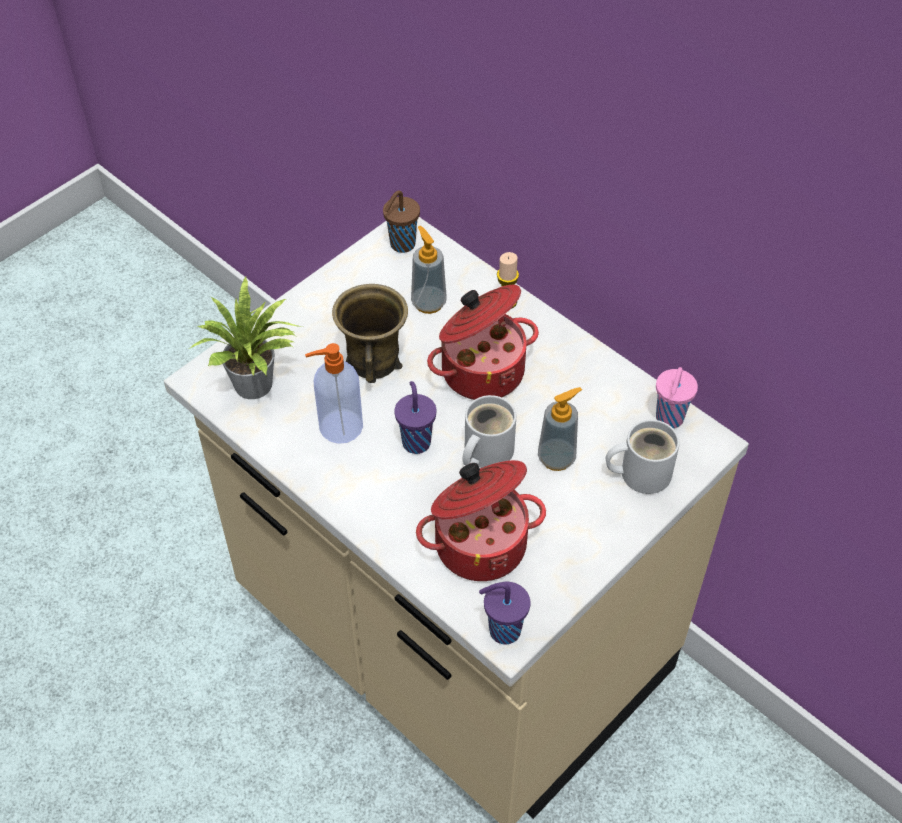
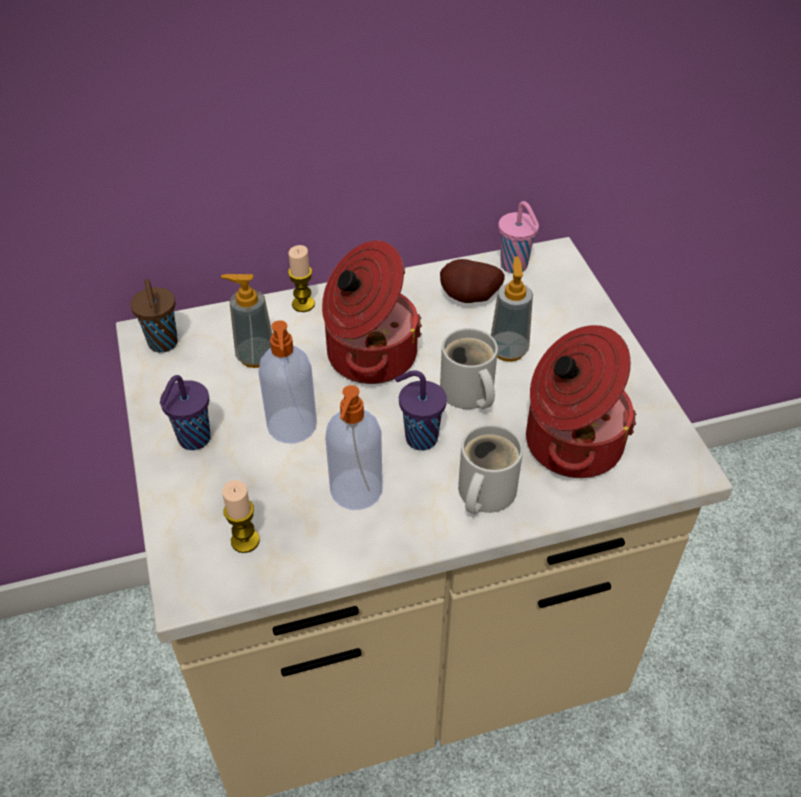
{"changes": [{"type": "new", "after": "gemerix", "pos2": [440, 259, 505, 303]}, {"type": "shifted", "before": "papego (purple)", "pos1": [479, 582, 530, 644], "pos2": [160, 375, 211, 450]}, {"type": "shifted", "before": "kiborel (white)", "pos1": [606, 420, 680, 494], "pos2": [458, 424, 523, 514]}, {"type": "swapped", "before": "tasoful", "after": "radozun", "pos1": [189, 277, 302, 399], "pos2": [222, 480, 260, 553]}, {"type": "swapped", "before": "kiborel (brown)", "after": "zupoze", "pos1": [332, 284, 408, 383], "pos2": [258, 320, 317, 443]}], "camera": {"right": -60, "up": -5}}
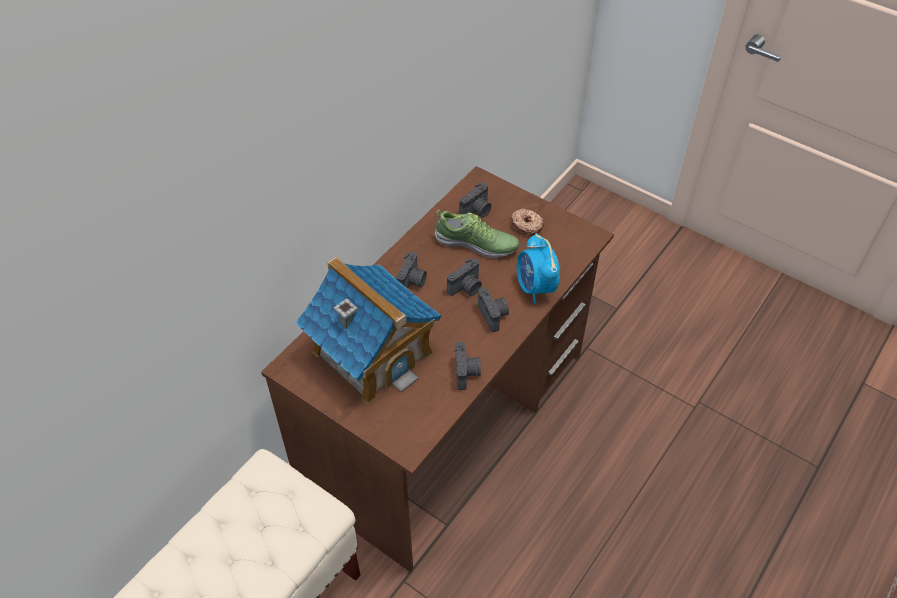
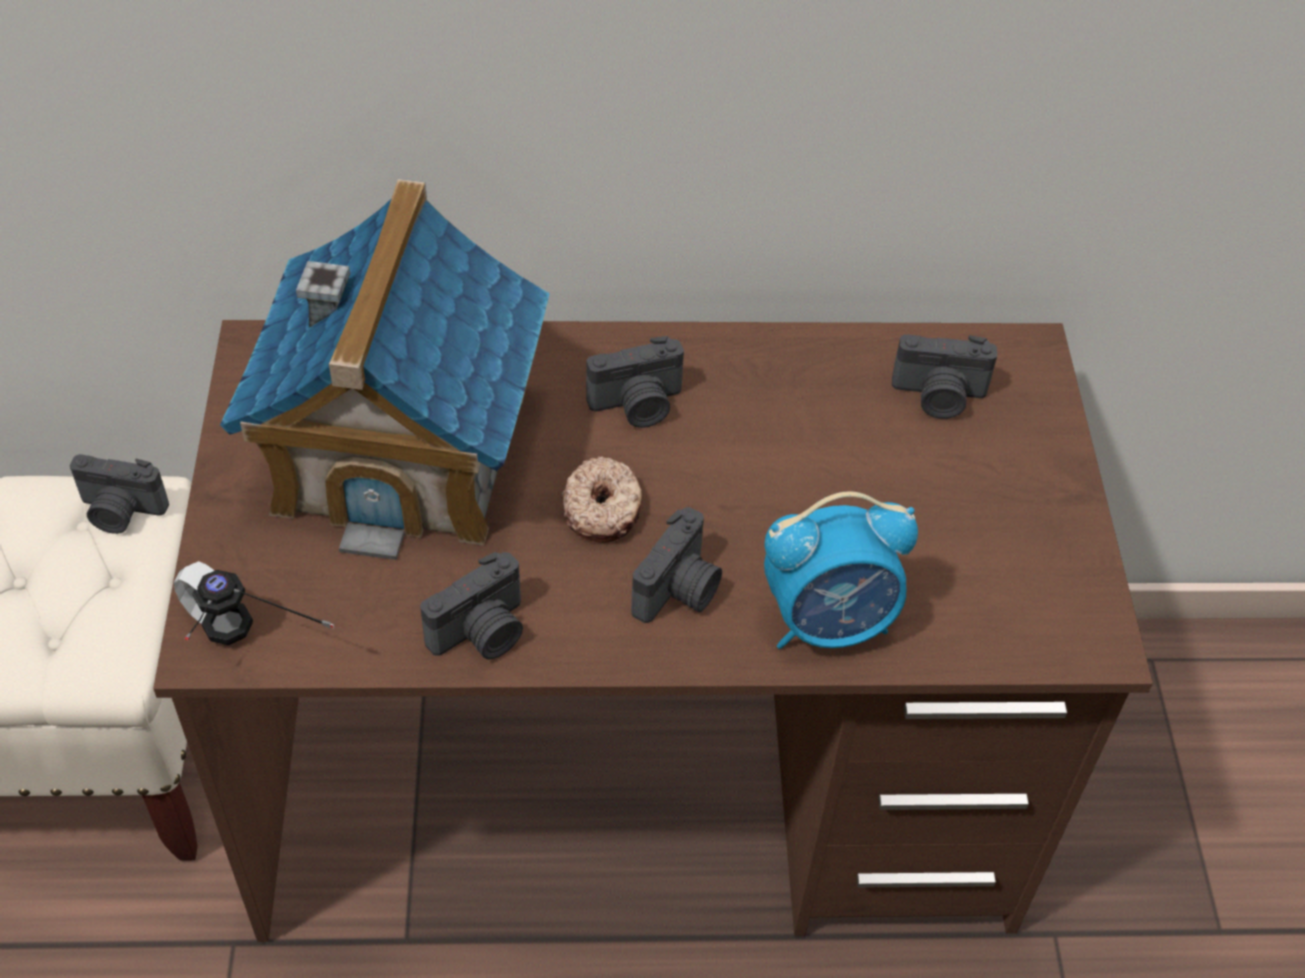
{"changes": [{"type": "gone", "before": "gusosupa", "pos1": [435, 210, 520, 258]}, {"type": "new", "after": "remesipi", "pos2": [174, 561, 335, 645]}, {"type": "shifted", "before": "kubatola", "pos1": [447, 258, 482, 296], "pos2": [69, 454, 169, 534]}, {"type": "shifted", "before": "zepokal", "pos1": [511, 209, 544, 236], "pos2": [561, 456, 642, 543]}, {"type": "rotated", "before": "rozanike", "pos1": [517, 233, 560, 304], "pos2": [764, 492, 918, 649], "turn": -135}], "camera": {"right": 50, "up": 0}}
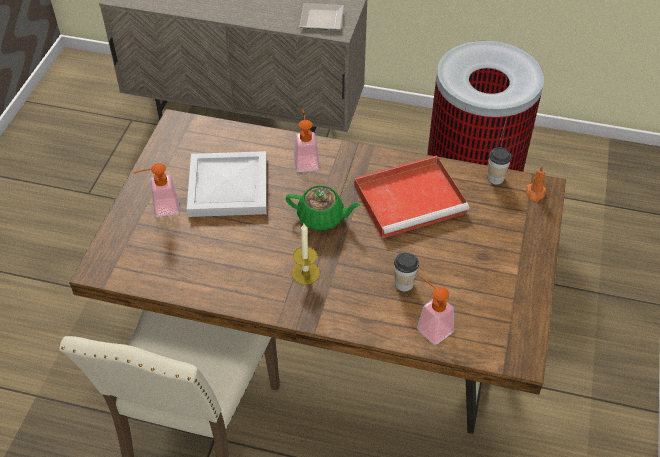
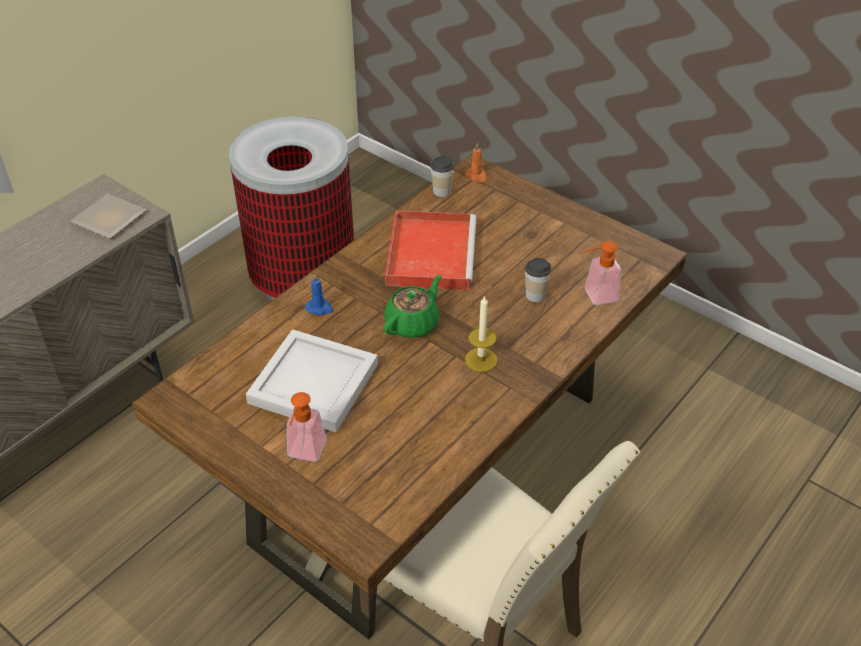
{"changes": [{"type": "swapped", "before": "zupoze", "after": "radozun (blue)", "pos1": [294, 109, 320, 172], "pos2": [305, 274, 333, 315]}], "camera": {"right": -65, "up": -5}}
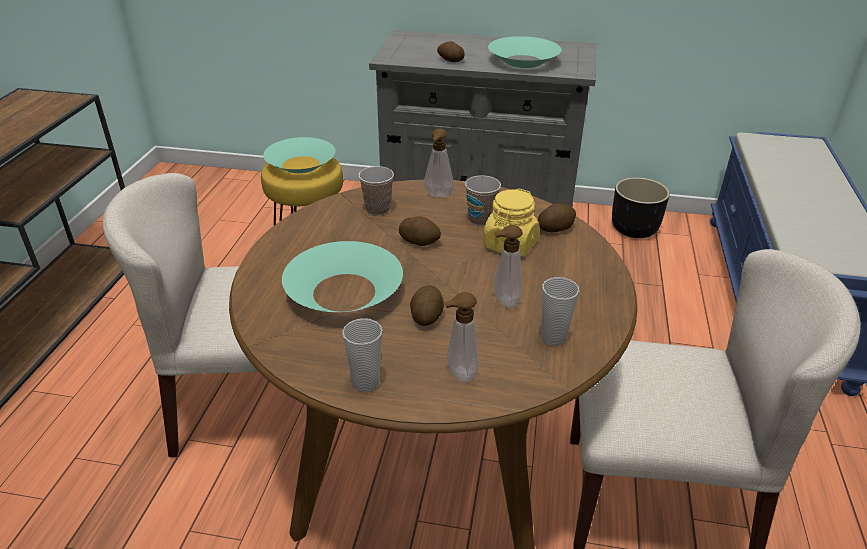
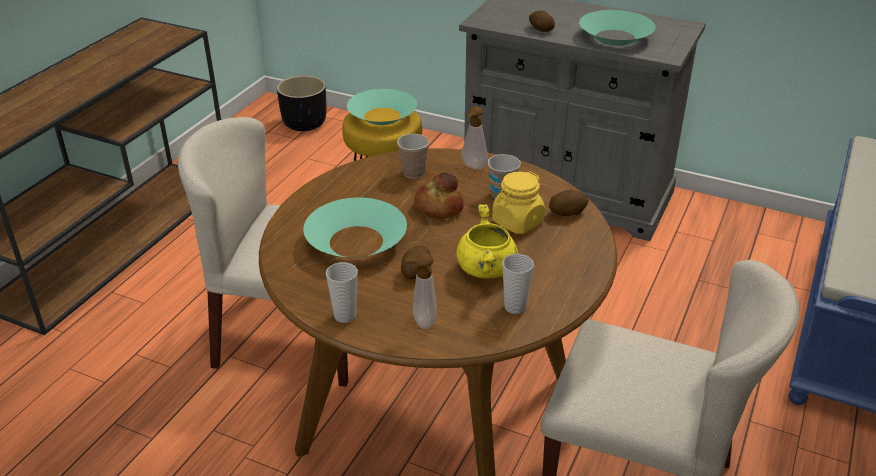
{"changes": [{"type": "shifted", "before": "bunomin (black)", "pos1": [612, 177, 670, 238], "pos2": [277, 76, 326, 131]}, {"type": "swapped", "before": "gemerix", "after": "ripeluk", "pos1": [399, 216, 441, 246], "pos2": [414, 173, 464, 218]}, {"type": "swapped", "before": "zupoze", "after": "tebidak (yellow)", "pos1": [494, 225, 523, 307], "pos2": [456, 204, 518, 278]}], "camera": {"right": 15, "up": 0}}
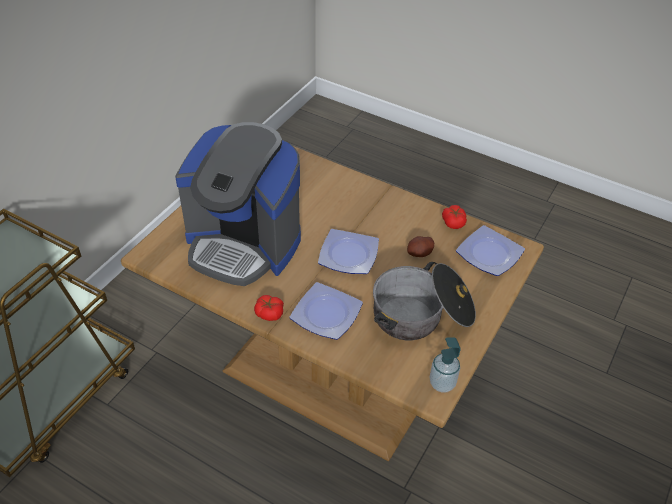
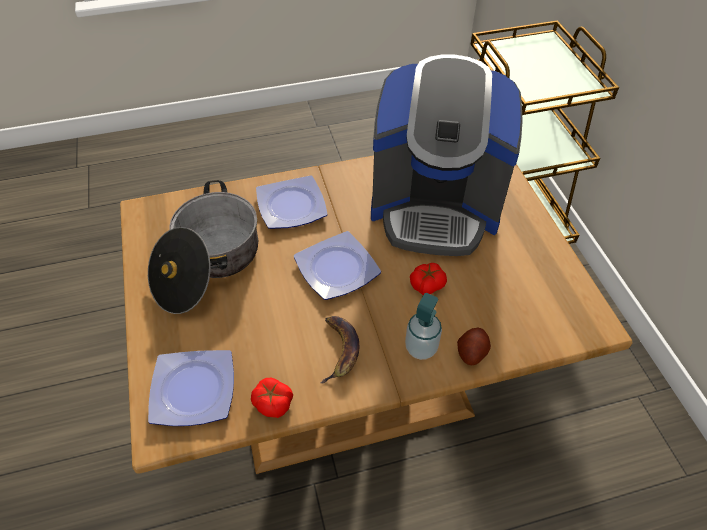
{"changes": [{"type": "new", "after": "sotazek", "pos2": [321, 316, 360, 383]}, {"type": "shifted", "before": "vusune", "pos1": [254, 295, 284, 321], "pos2": [410, 263, 447, 295]}, {"type": "shifted", "before": "gemerix", "pos1": [407, 236, 434, 257], "pos2": [457, 328, 491, 365]}, {"type": "shifted", "before": "zupoze", "pos1": [430, 337, 461, 393], "pos2": [405, 293, 442, 360]}, {"type": "rotated", "before": "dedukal", "pos1": [175, 122, 301, 286], "pos2": [371, 55, 523, 256], "turn": -150}], "camera": {"right": 135, "up": 5}}
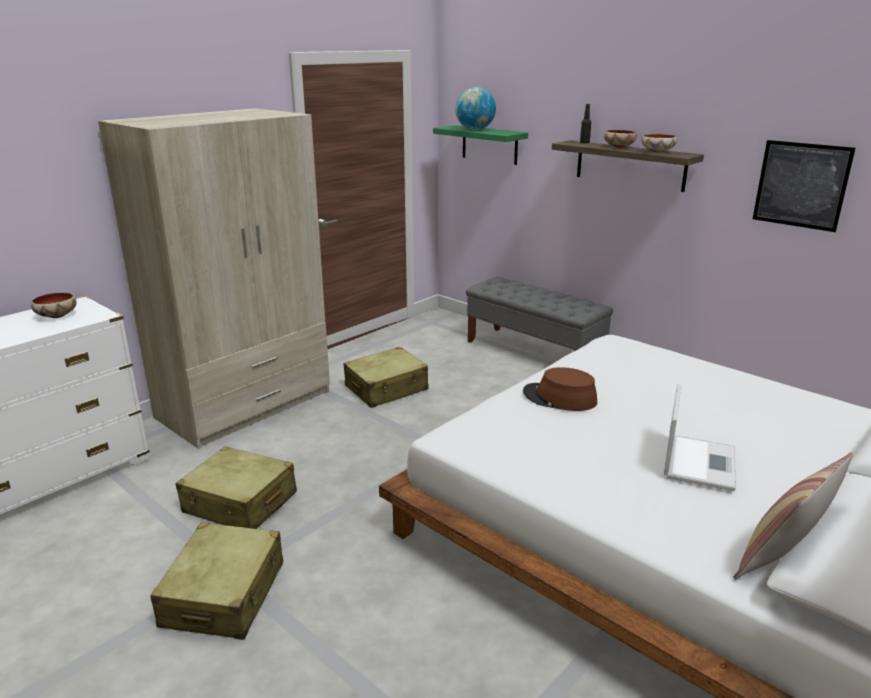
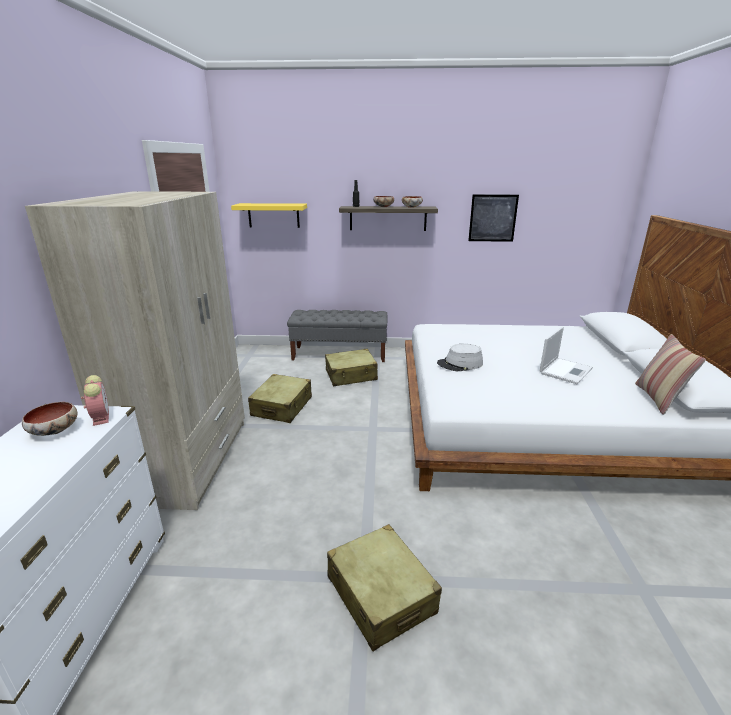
{"changes": [{"type": "gone", "before": "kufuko", "pos1": [455, 87, 496, 130]}, {"type": "new", "after": "rozanike", "pos2": [81, 375, 109, 426]}, {"type": "shifted", "before": "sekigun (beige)", "pos1": [176, 446, 297, 529], "pos2": [325, 349, 378, 386]}, {"type": "repainted", "before": "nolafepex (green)", "after": "nolafepex (yellow)", "pos1": [433, 125, 528, 165], "pos2": [231, 203, 307, 228]}, {"type": "repainted", "before": "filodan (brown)", "after": "filodan (grey)", "pos1": [523, 367, 597, 411], "pos2": [437, 344, 483, 371]}, {"type": "rotated", "before": "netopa", "pos1": [664, 384, 736, 491], "pos2": [539, 327, 593, 384], "turn": 60}], "camera": {"right": -40, "up": 0}}
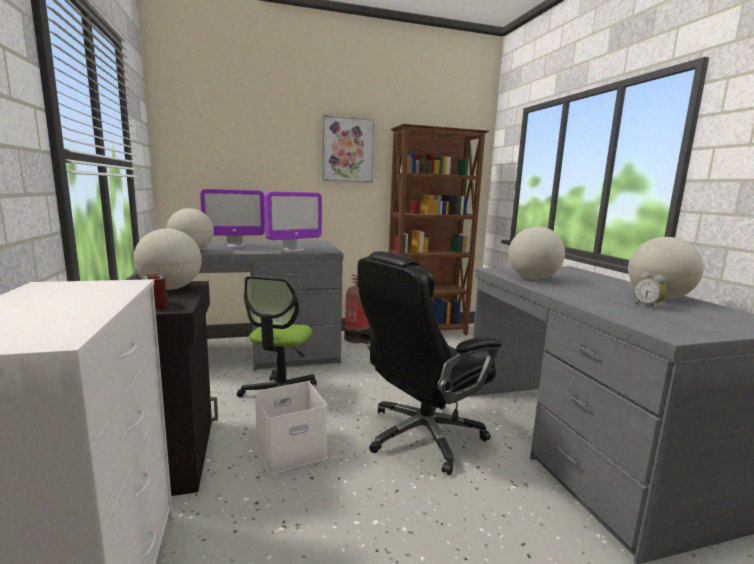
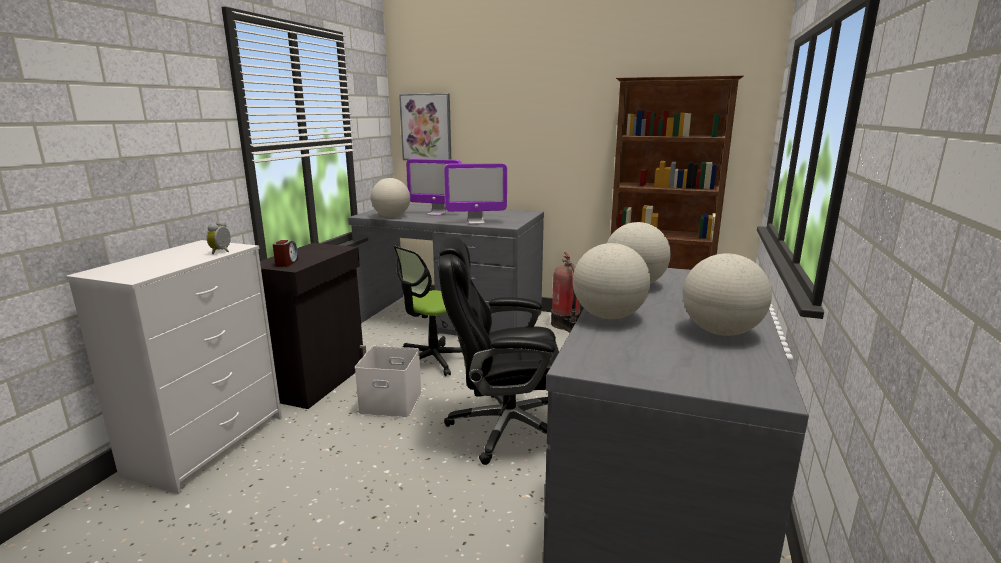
{"changes": [{"type": "shifted", "before": "kufuko", "pos1": [133, 229, 202, 290], "pos2": [573, 243, 650, 319]}, {"type": "shifted", "before": "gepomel", "pos1": [323, 115, 375, 183], "pos2": [399, 94, 451, 160]}, {"type": "shifted", "before": "rozanike", "pos1": [634, 272, 667, 310], "pos2": [207, 221, 231, 254]}], "camera": {"right": 35, "up": 5}}
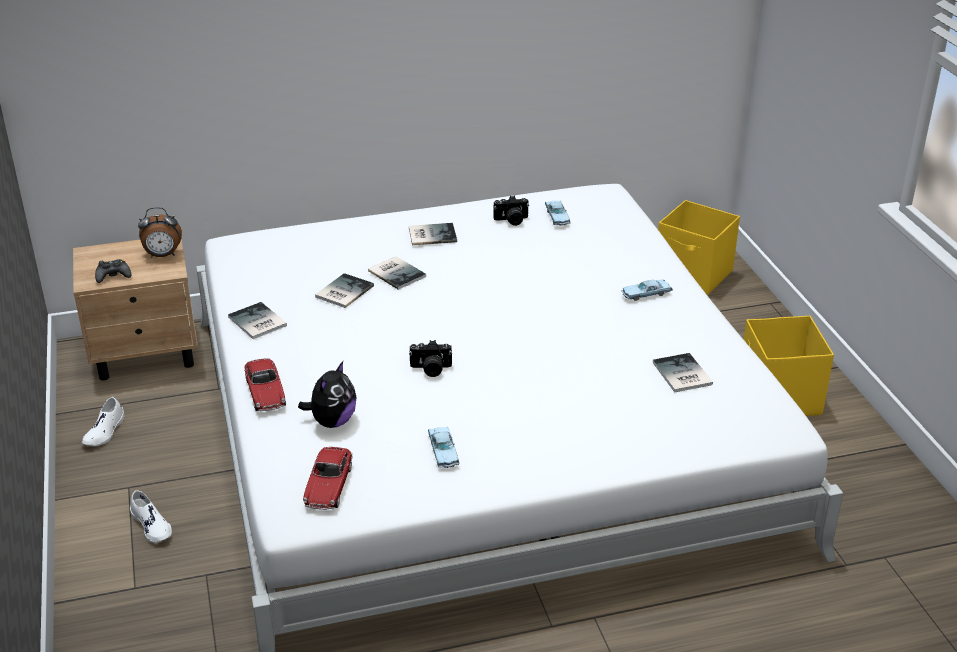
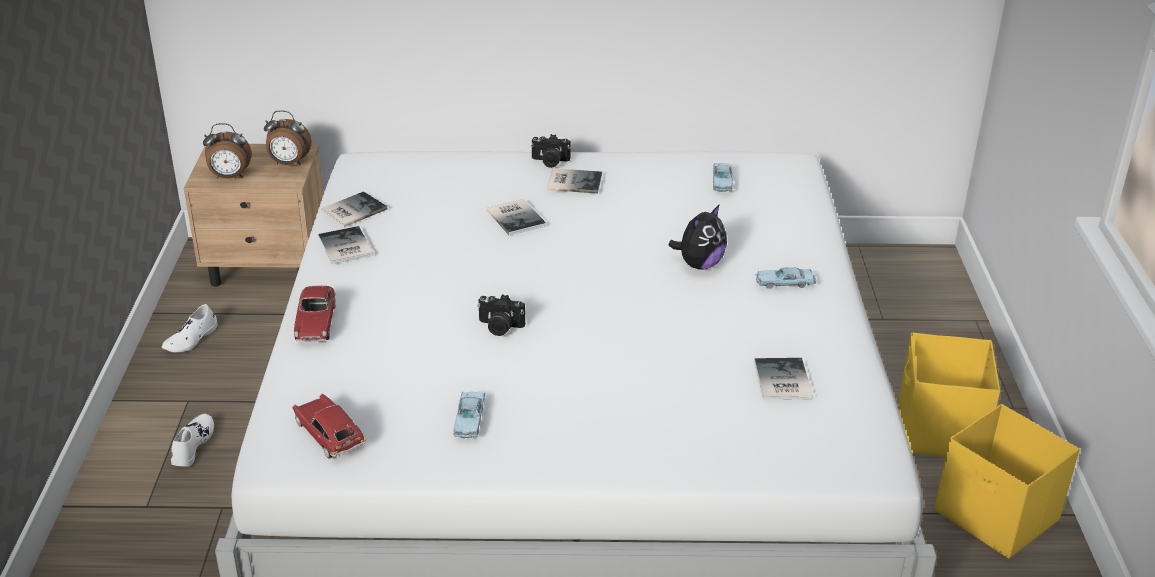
{"changes": [{"type": "shifted", "before": "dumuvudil", "pos1": [298, 361, 357, 428], "pos2": [668, 204, 727, 270]}, {"type": "shifted", "before": "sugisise", "pos1": [315, 273, 374, 308], "pos2": [321, 191, 388, 227]}, {"type": "shifted", "before": "kubatola", "pos1": [494, 196, 529, 226], "pos2": [531, 134, 571, 168]}, {"type": "shifted", "before": "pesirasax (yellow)", "pos1": [658, 200, 740, 295], "pos2": [935, 404, 1080, 559]}, {"type": "swapped", "before": "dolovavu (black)", "after": "rozanike", "pos1": [95, 259, 131, 283], "pos2": [203, 123, 252, 178]}, {"type": "rotated", "before": "gusosupa (white)", "pos1": [130, 490, 172, 543], "pos2": [171, 414, 214, 467], "turn": -150}, {"type": "rotated", "before": "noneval", "pos1": [303, 447, 353, 510], "pos2": [292, 394, 366, 459], "turn": 120}], "camera": {"right": 15, "up": 0}}
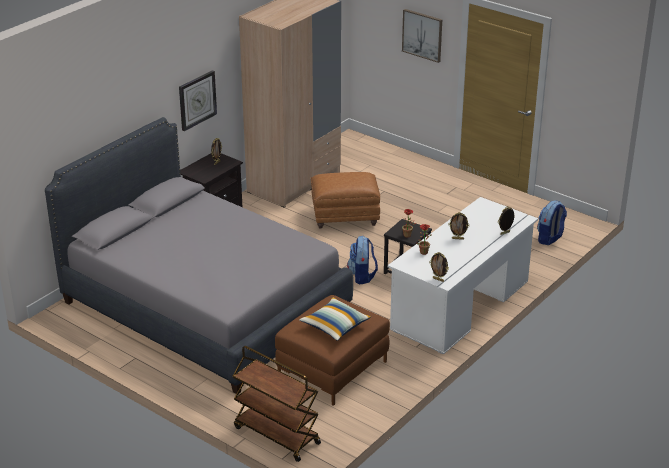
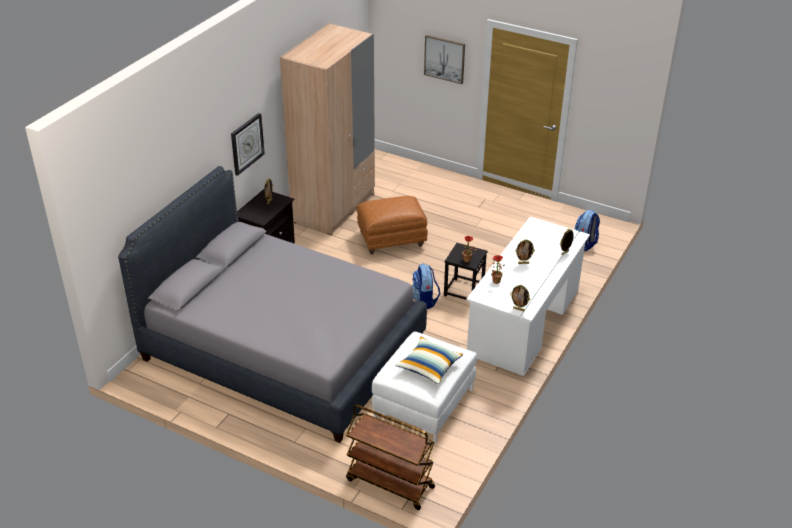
{"changes": [{"type": "repainted", "before": "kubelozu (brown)", "after": "kubelozu (white)", "pos1": [275, 295, 390, 406], "pos2": [372, 332, 477, 444]}], "camera": {"right": -10, "up": 5}}
